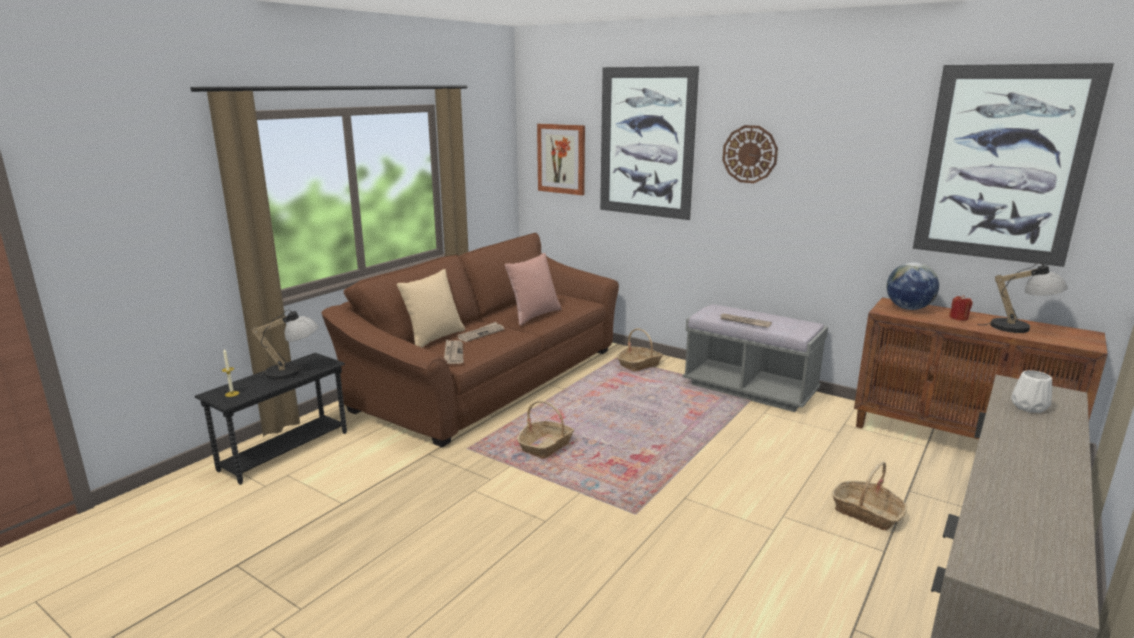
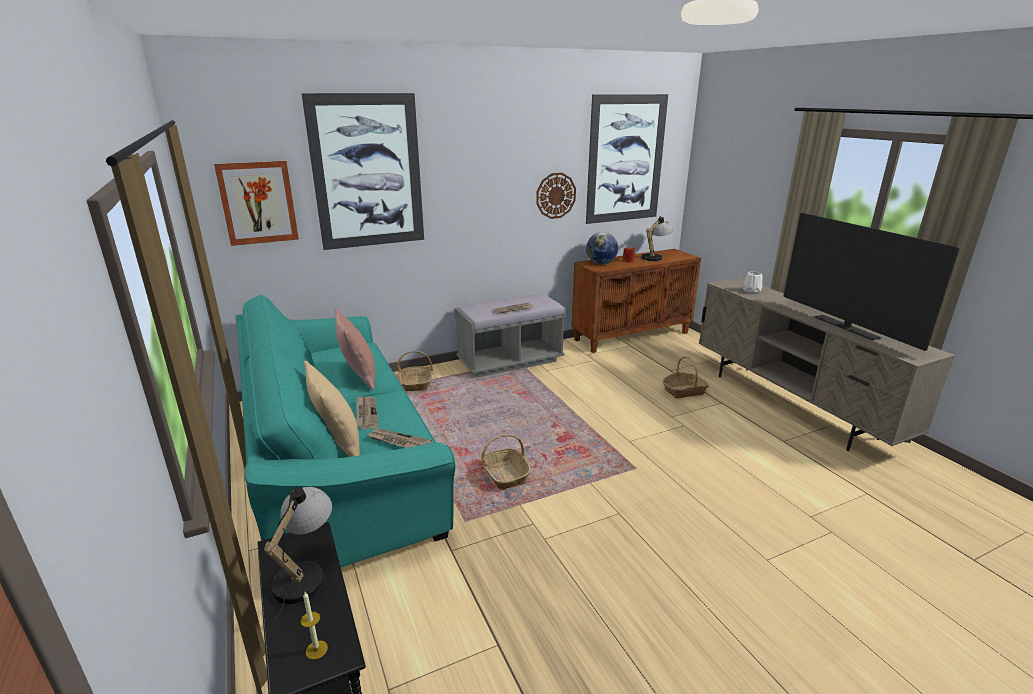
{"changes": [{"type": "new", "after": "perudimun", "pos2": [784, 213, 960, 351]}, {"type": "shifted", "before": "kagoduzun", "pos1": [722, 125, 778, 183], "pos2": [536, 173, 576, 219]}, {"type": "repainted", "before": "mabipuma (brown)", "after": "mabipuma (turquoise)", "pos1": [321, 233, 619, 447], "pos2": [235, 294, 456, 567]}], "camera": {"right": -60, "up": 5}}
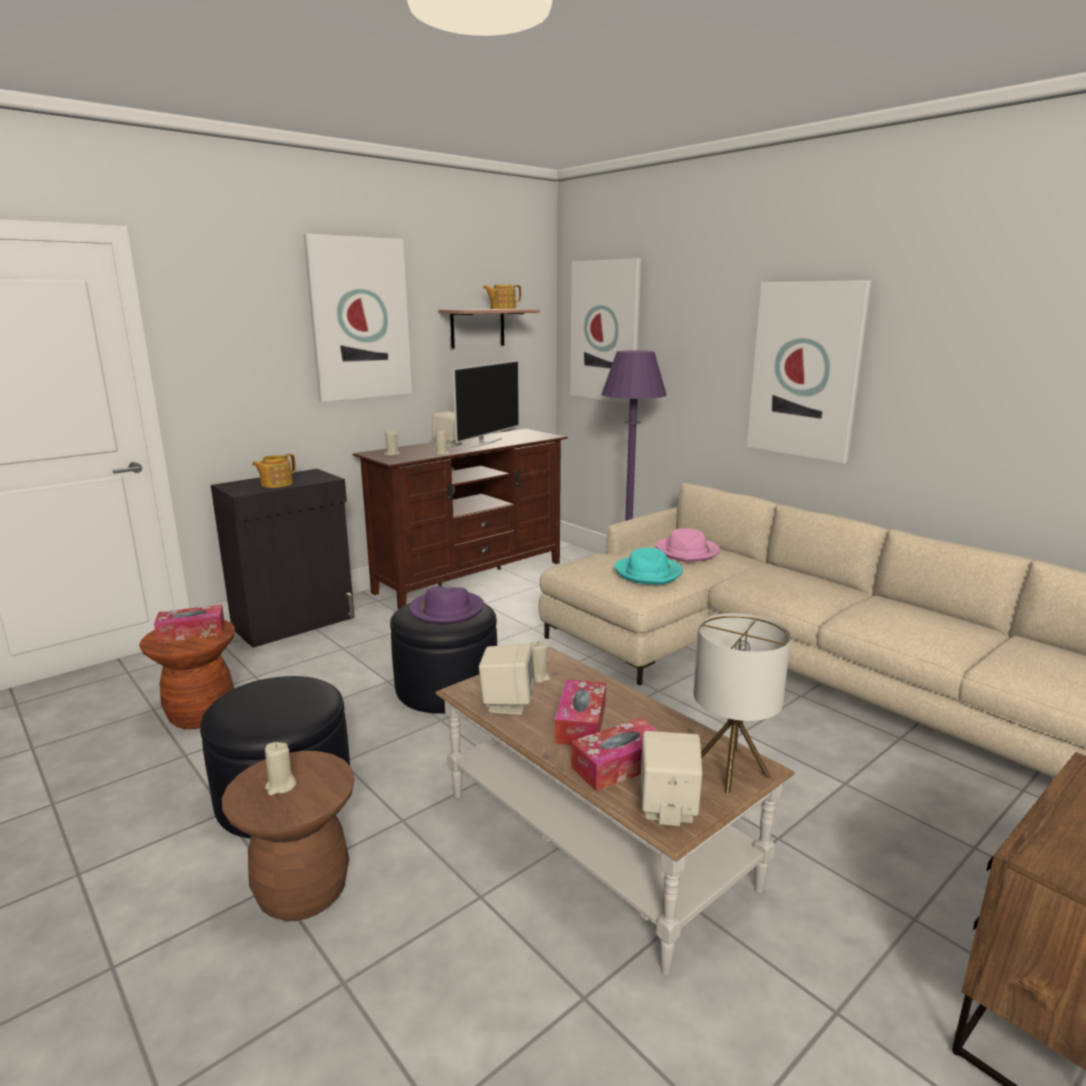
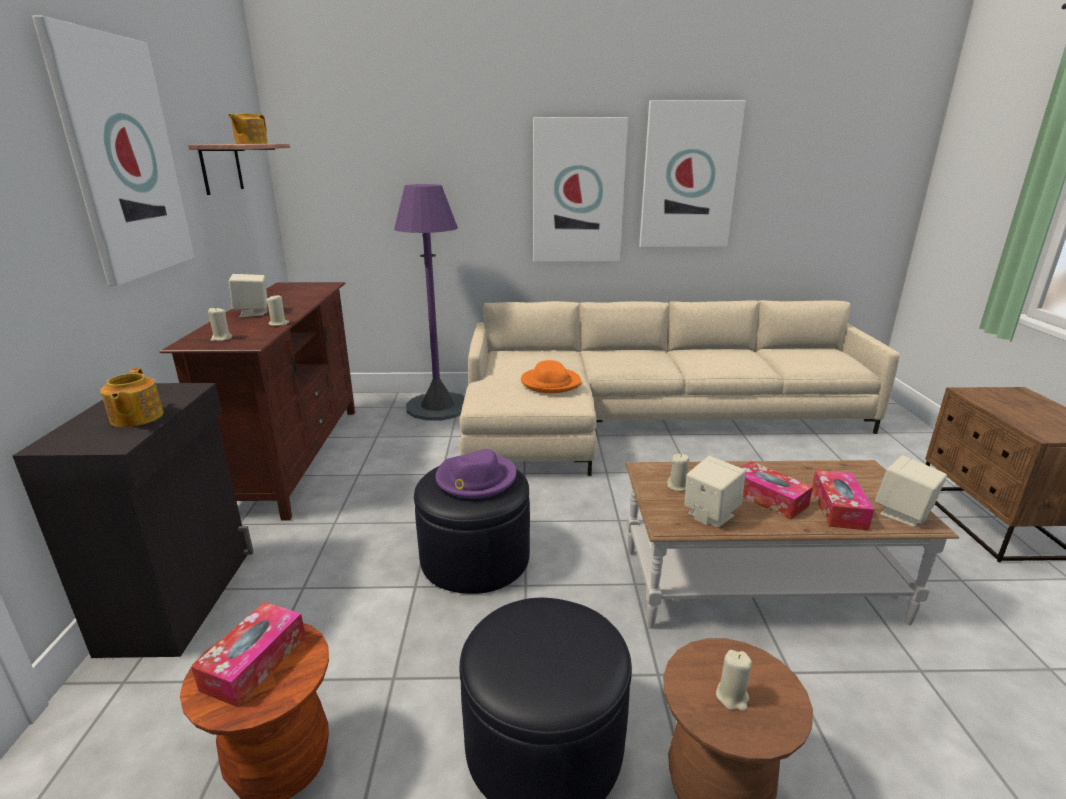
{"changes": [{"type": "gone", "before": "perudimun", "pos1": [453, 360, 519, 448]}, {"type": "gone", "before": "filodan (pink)", "pos1": [656, 529, 720, 562]}, {"type": "gone", "before": "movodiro", "pos1": [693, 613, 791, 794]}, {"type": "shifted", "before": "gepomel", "pos1": [570, 258, 642, 404], "pos2": [639, 100, 746, 247]}, {"type": "repainted", "before": "filodan (turquoise)", "after": "filodan (orange)", "pos1": [614, 548, 683, 585], "pos2": [521, 360, 582, 393]}], "camera": {"right": -50, "up": 5}}
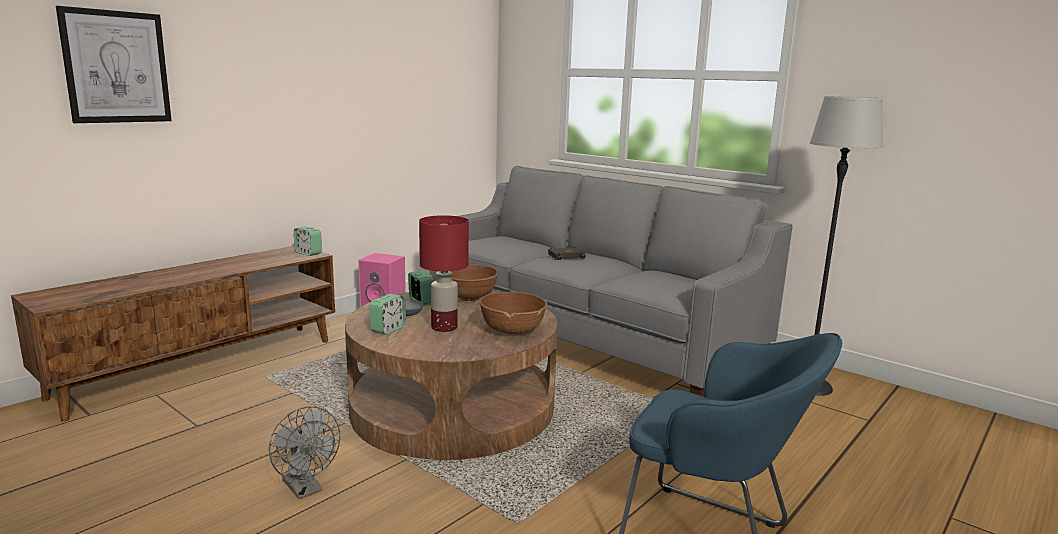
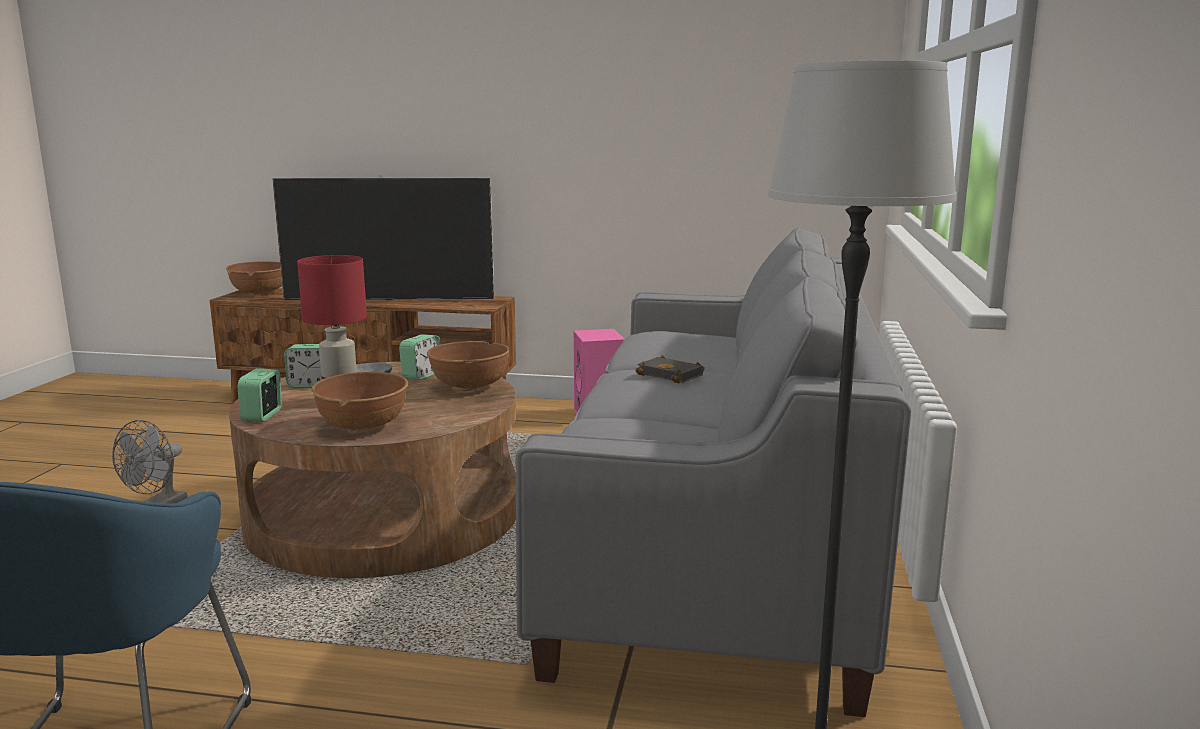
{"changes": [{"type": "gone", "before": "gepomel", "pos1": [56, 6, 172, 123]}, {"type": "new", "after": "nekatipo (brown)", "pos2": [226, 261, 282, 295]}, {"type": "new", "after": "perudimun", "pos2": [272, 175, 494, 301]}, {"type": "shifted", "before": "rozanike", "pos1": [294, 227, 322, 256], "pos2": [238, 368, 282, 422]}], "camera": {"right": 60, "up": 0}}
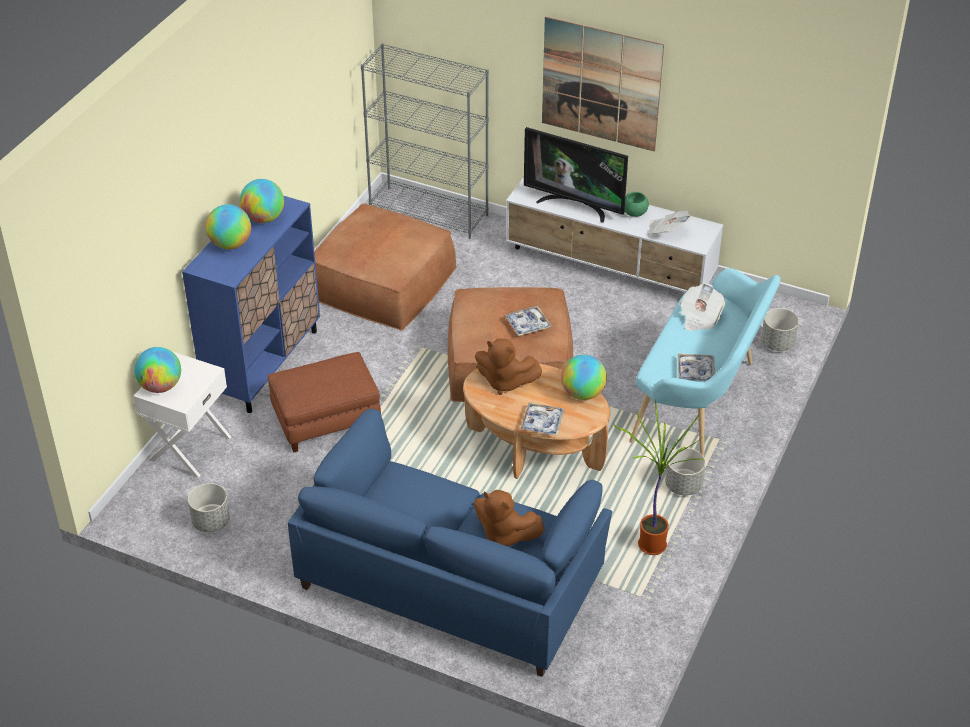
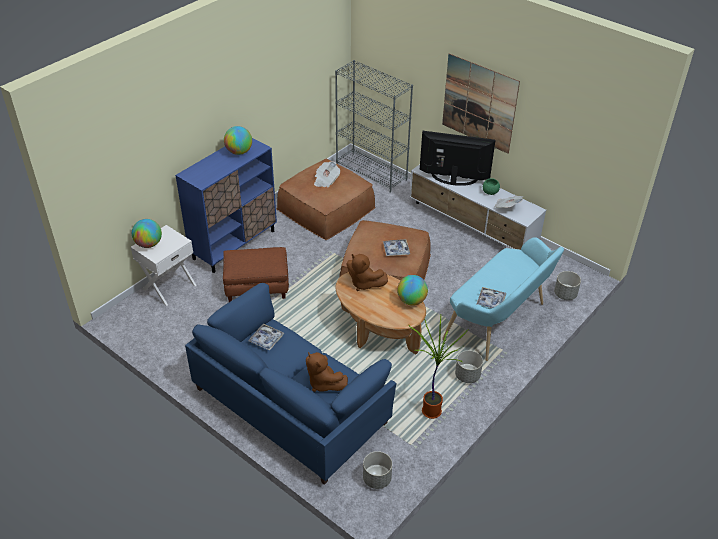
{"changes": [{"type": "gone", "before": "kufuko", "pos1": [206, 204, 251, 249]}, {"type": "shifted", "before": "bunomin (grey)", "pos1": [188, 483, 230, 532], "pos2": [363, 451, 392, 489]}, {"type": "shifted", "before": "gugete", "pos1": [520, 402, 564, 436], "pos2": [248, 324, 284, 351]}, {"type": "shifted", "before": "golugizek", "pos1": [680, 283, 725, 331], "pos2": [314, 161, 340, 187]}, {"type": "rotated", "before": "perudimun", "pos1": [524, 127, 628, 223], "pos2": [420, 131, 495, 186], "turn": 150}], "camera": {"right": 15, "up": 0}}
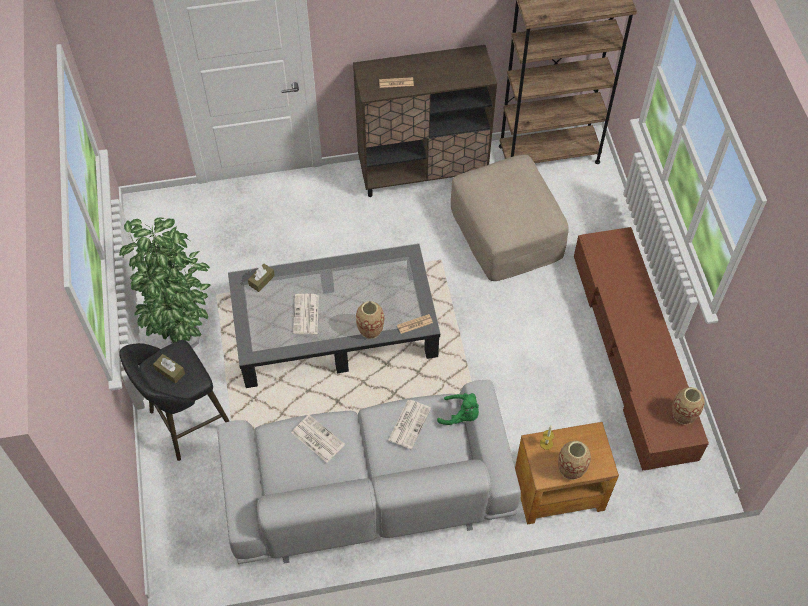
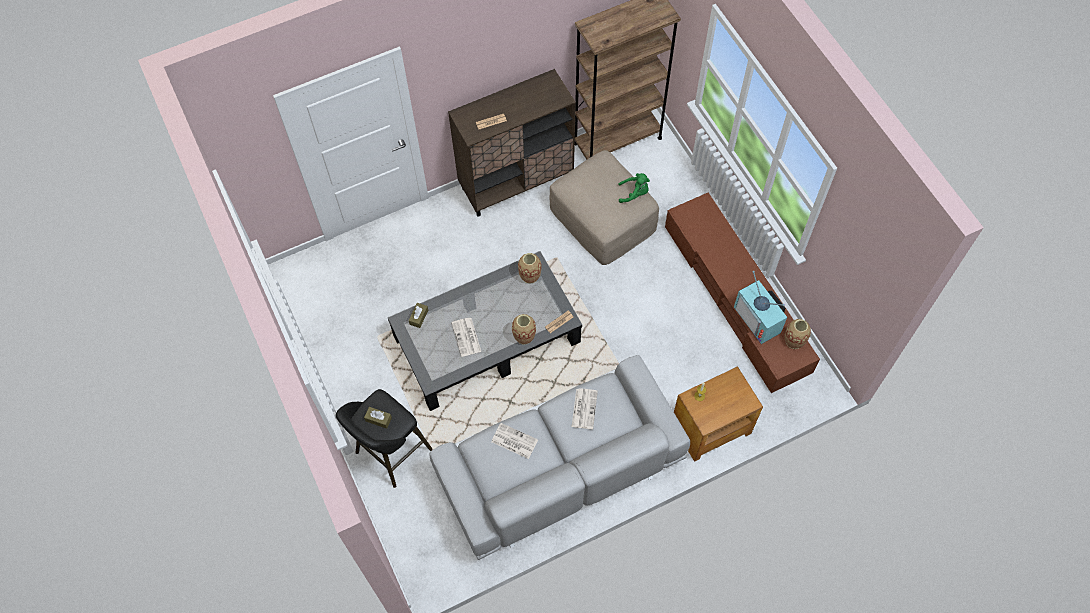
{"changes": [{"type": "gone", "before": "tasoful", "pos1": [119, 217, 211, 348]}, {"type": "new", "after": "perudimun", "pos2": [734, 271, 787, 344]}, {"type": "shifted", "before": "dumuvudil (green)", "pos1": [437, 393, 479, 425], "pos2": [618, 173, 650, 203]}, {"type": "shifted", "before": "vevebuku", "pos1": [558, 441, 591, 480], "pos2": [518, 253, 542, 284]}], "camera": {"right": -15, "up": 5}}
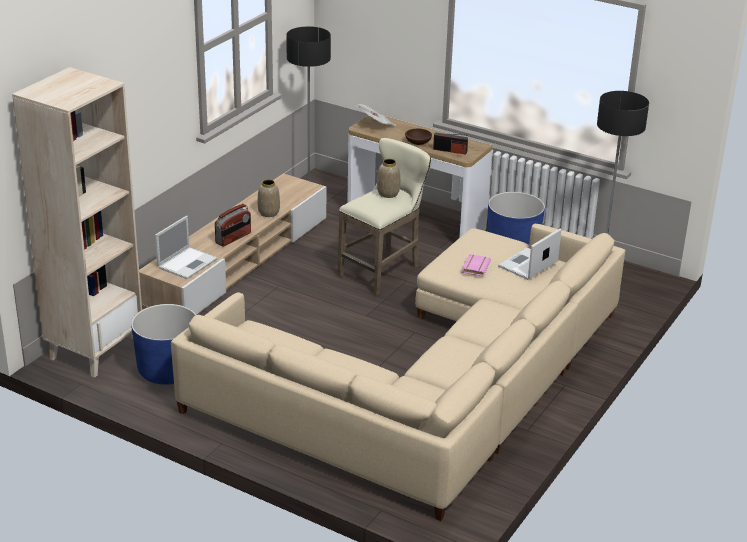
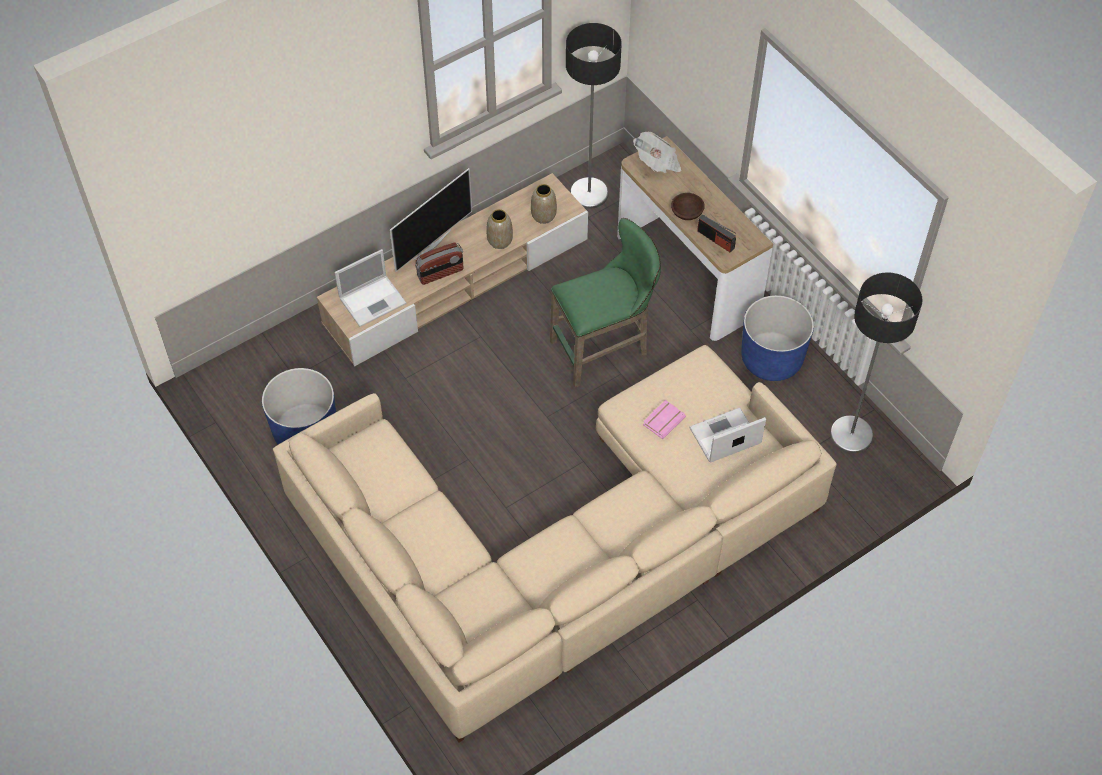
{"changes": [{"type": "gone", "before": "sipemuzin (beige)", "pos1": [12, 67, 142, 378]}, {"type": "new", "after": "perudimun", "pos2": [390, 168, 472, 272]}, {"type": "shifted", "before": "vevebuku", "pos1": [377, 159, 400, 198], "pos2": [531, 184, 557, 224]}, {"type": "repainted", "before": "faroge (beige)", "after": "faroge (green)", "pos1": [337, 138, 432, 295], "pos2": [550, 218, 661, 387]}], "camera": {"right": 25, "up": 25}}
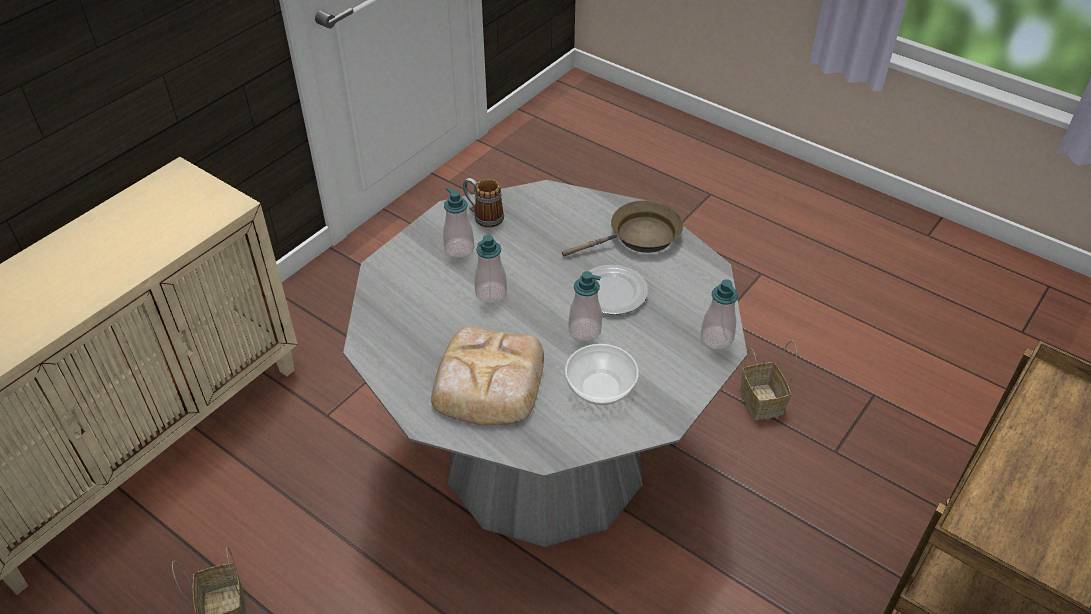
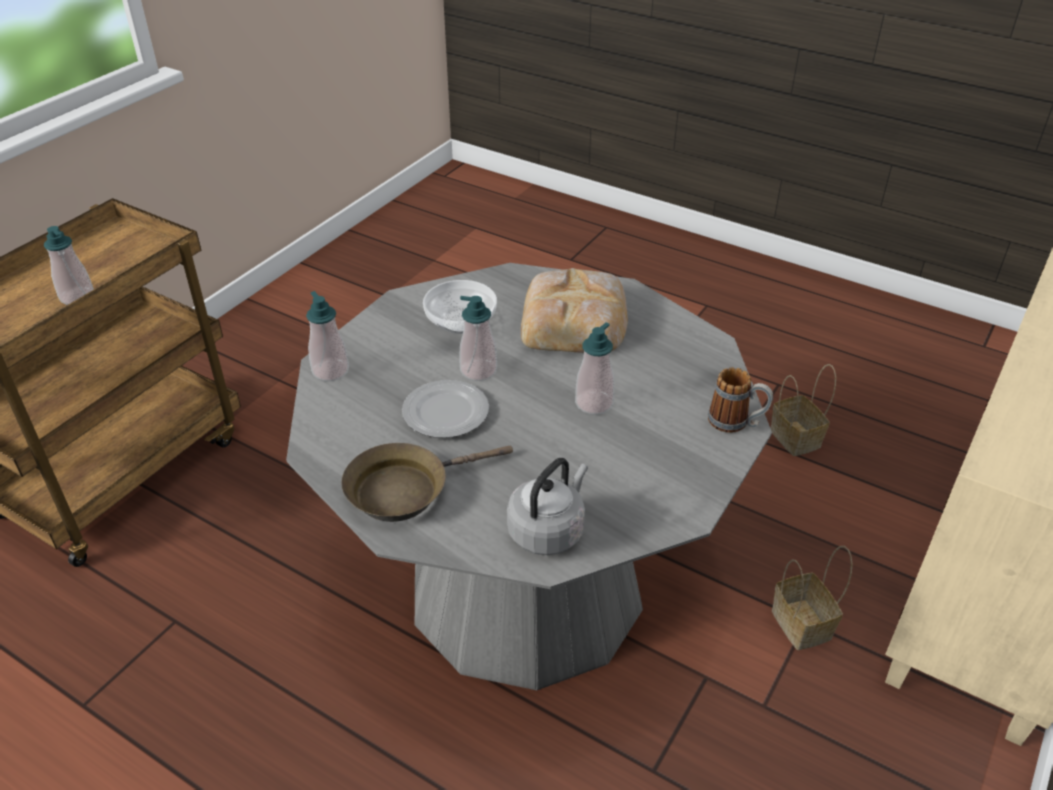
{"changes": [{"type": "new", "after": "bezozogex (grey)", "pos2": [507, 458, 588, 555]}, {"type": "shifted", "before": "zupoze", "pos1": [443, 187, 474, 258], "pos2": [44, 226, 94, 305]}, {"type": "shifted", "before": "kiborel", "pos1": [463, 178, 504, 228], "pos2": [708, 367, 773, 433]}, {"type": "shifted", "before": "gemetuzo", "pos1": [740, 340, 797, 420], "pos2": [772, 546, 852, 650]}], "camera": {"right": 175, "up": -5}}
